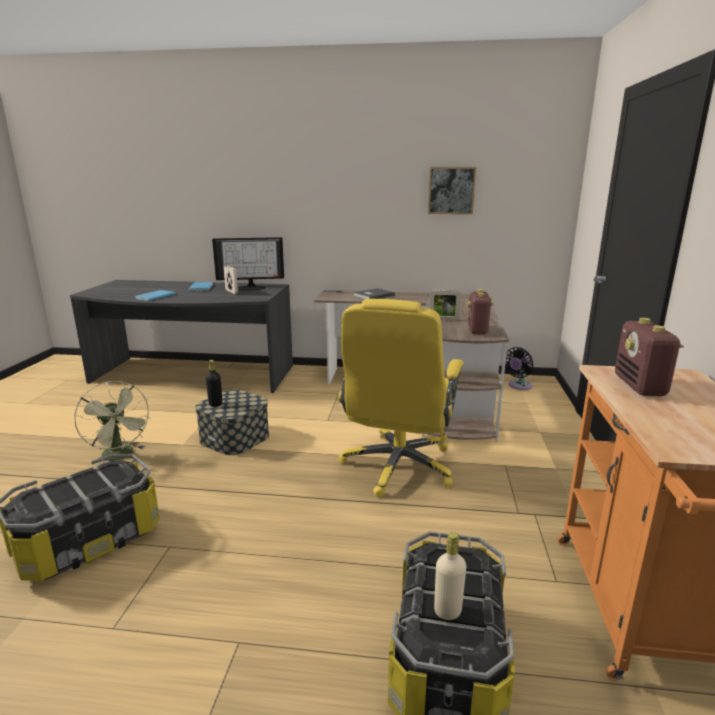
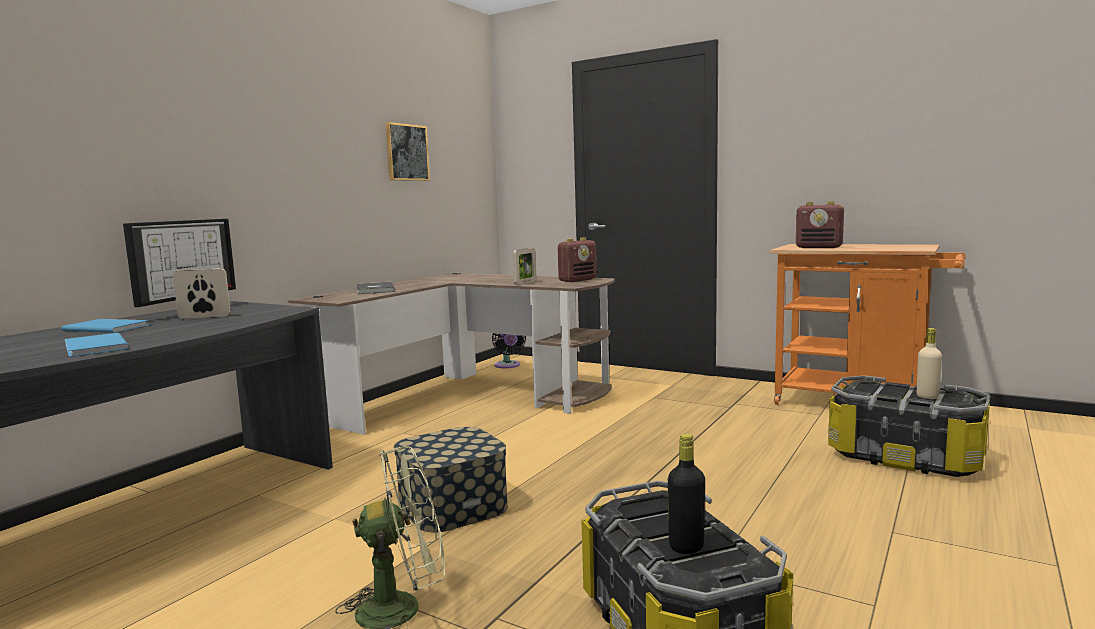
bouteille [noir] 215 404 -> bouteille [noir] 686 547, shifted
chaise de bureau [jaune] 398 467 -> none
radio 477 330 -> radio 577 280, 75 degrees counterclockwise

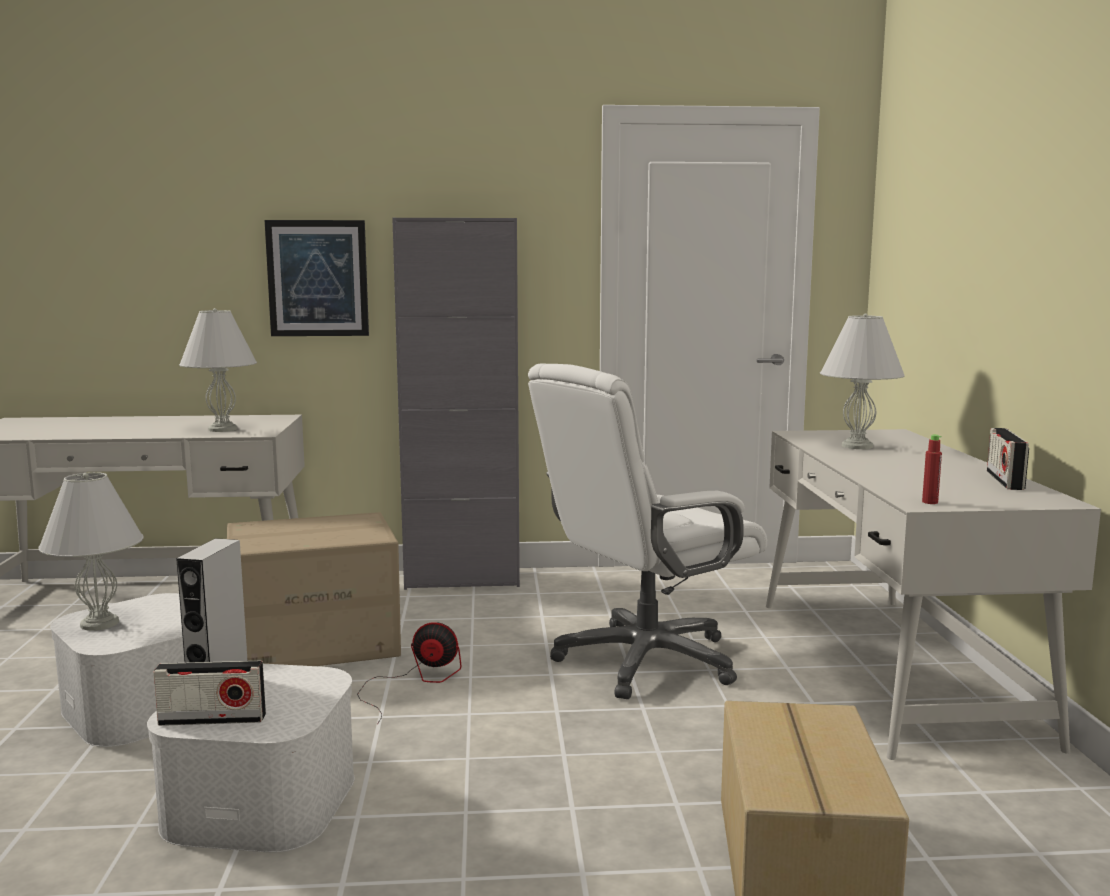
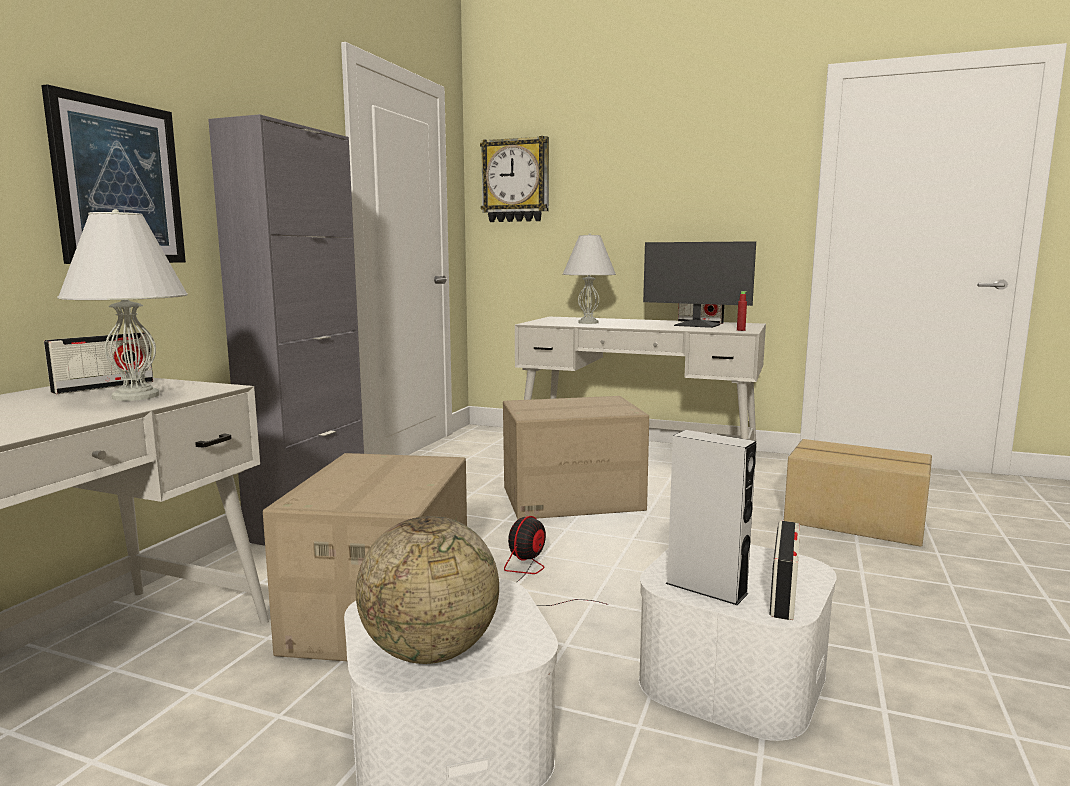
lampe de table [blanc] 98 623 -> globe 430 652
chaise de bureau [blanc] 645 661 -> carton 572 499
none -> radio 104 387
none -> horloge murale 516 180
none -> écran d'ordinateur 697 325

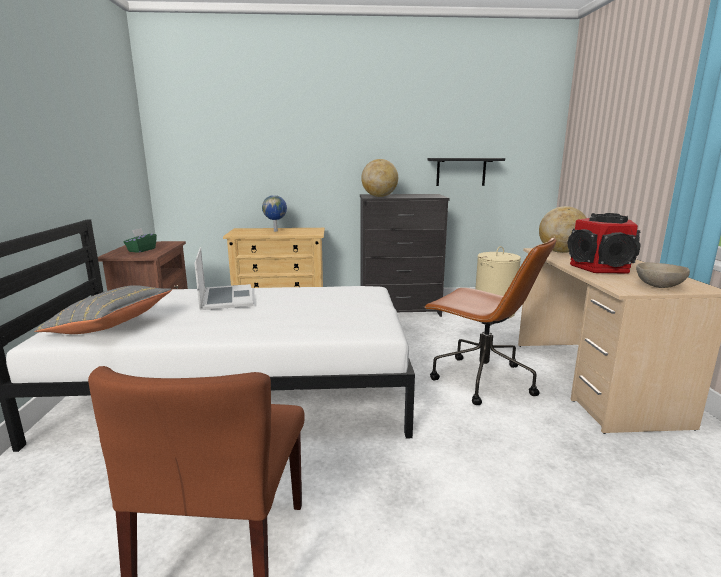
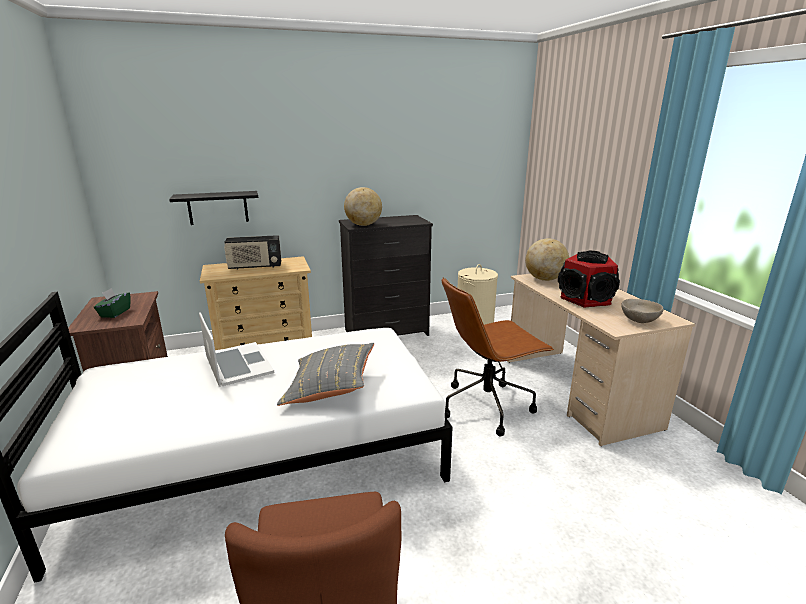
coussin [gris] 110 327 -> coussin [gris] 330 388, shifted
globe 276 231 -> radio 255 266
chaise de bureau [marron] 481 380 -> chaise de bureau [marron] 487 406, 135 degrees clockwise
étagère [noir] 461 172 -> étagère [noir] 218 208, shifted

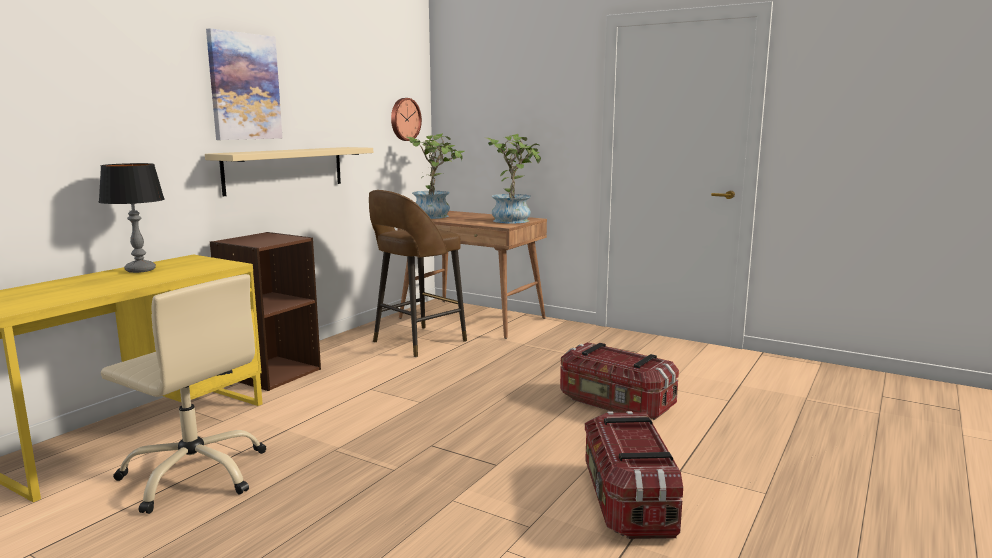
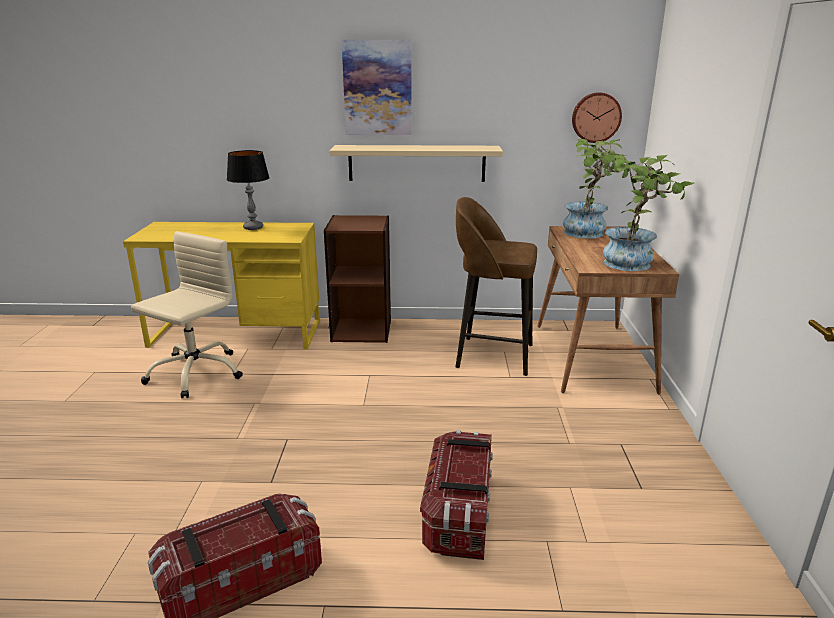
chaise de bureau [beige] 195 474 -> chaise de bureau [beige] 195 373, 150 degrees counterclockwise

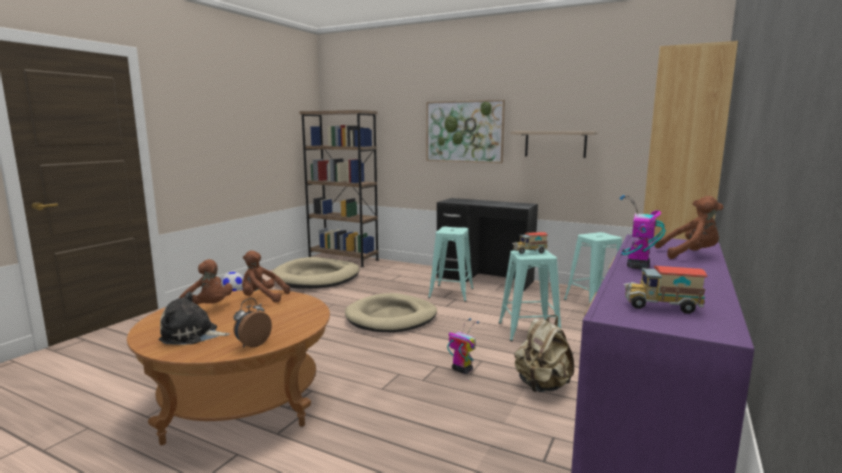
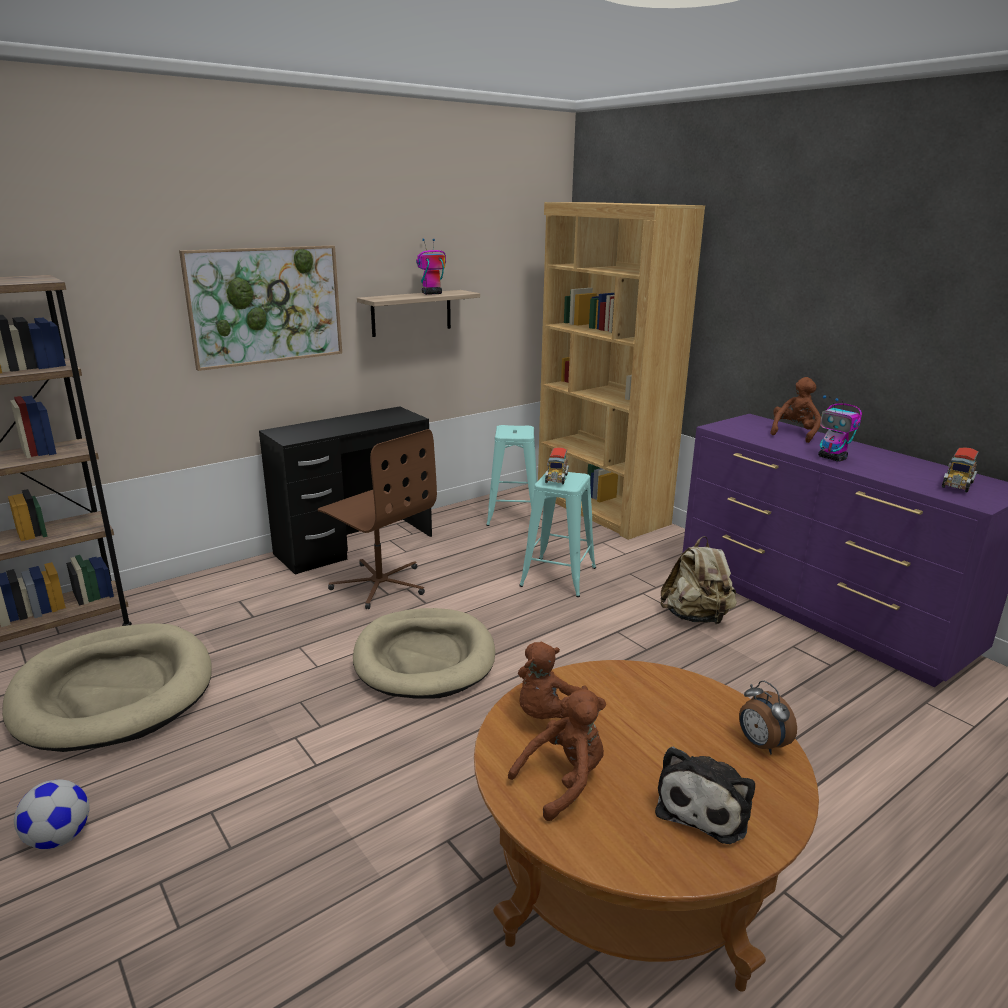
tabouret [turquoise] 451 293 -> chaise de bureau [marron] 380 584
robot jouet 461 369 -> robot jouet 431 294, shifted

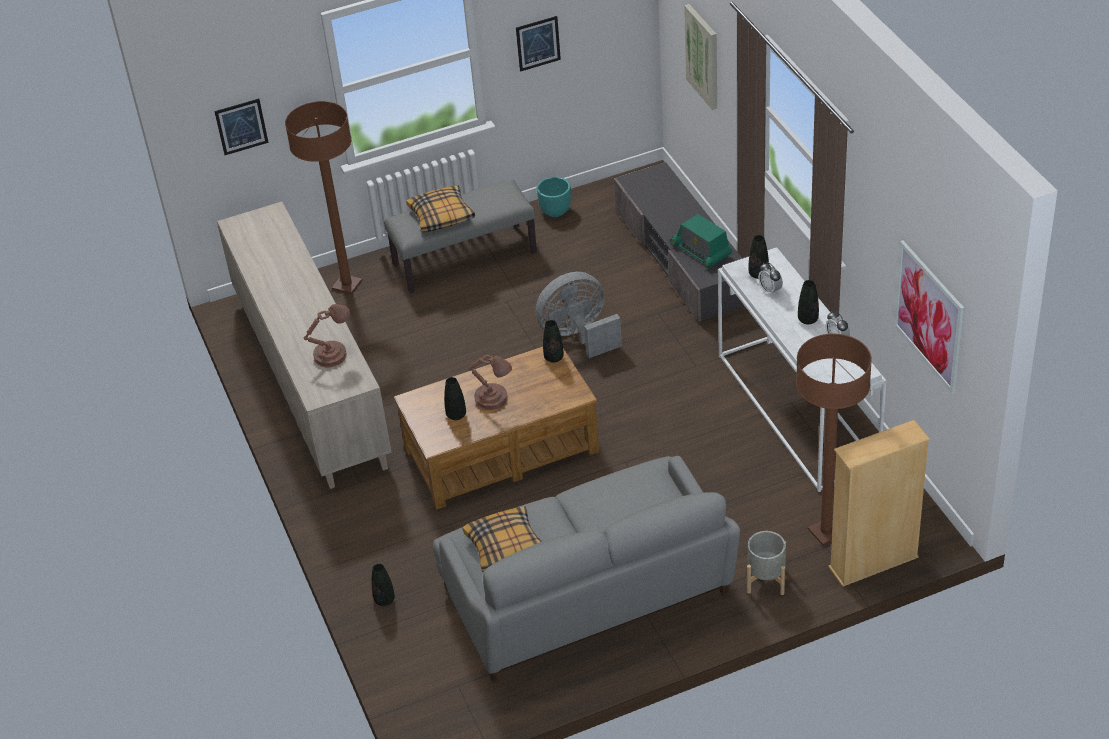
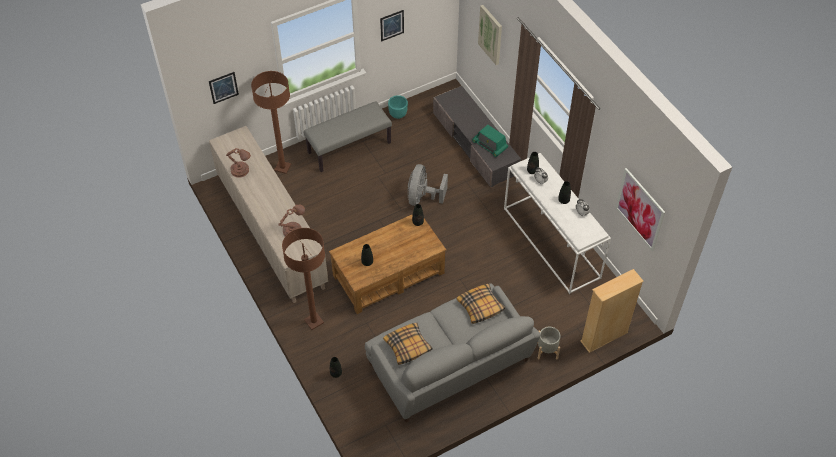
coussin 441 216 -> coussin 480 307, shifted
lampe de table [marron] 493 399 -> lampe de table [marron] 241 171, shifted
ventilateur [gris] 578 335 -> ventilateur [gris] 422 197, 45 degrees counterclockwise
lampadaire [marron] 826 532 -> lampadaire [marron] 314 321, shifted

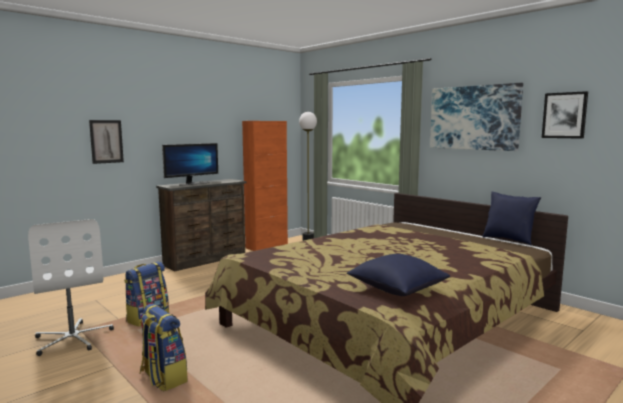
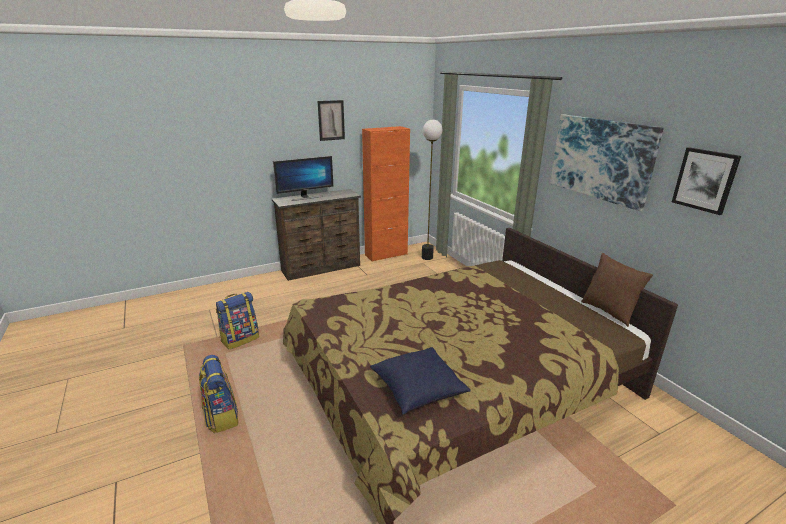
chaise de bureau [blanc] 73 338 -> none
tableau 106 141 -> tableau 331 120, shifted
coussin [bleu] 508 240 -> coussin [marron] 608 311

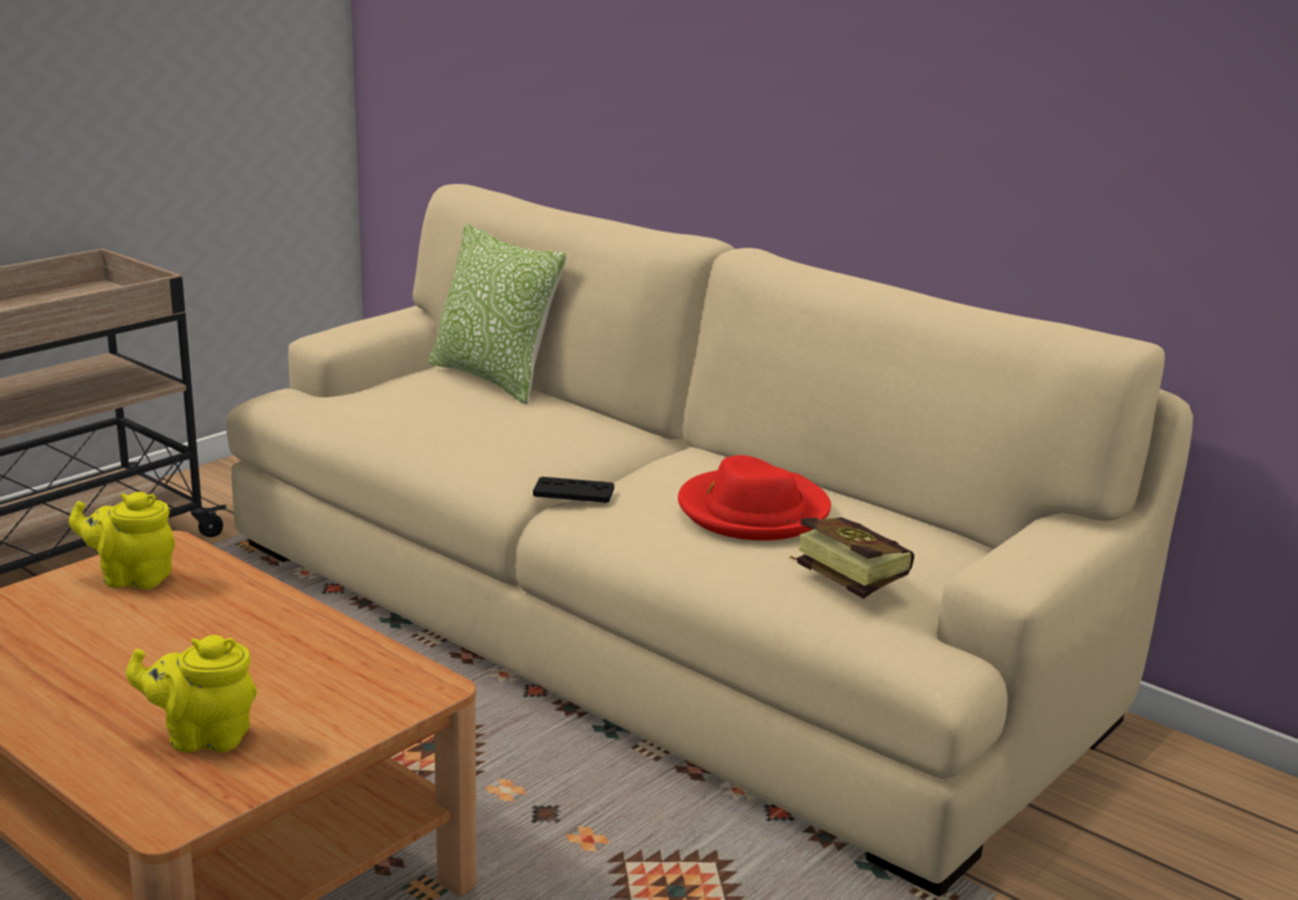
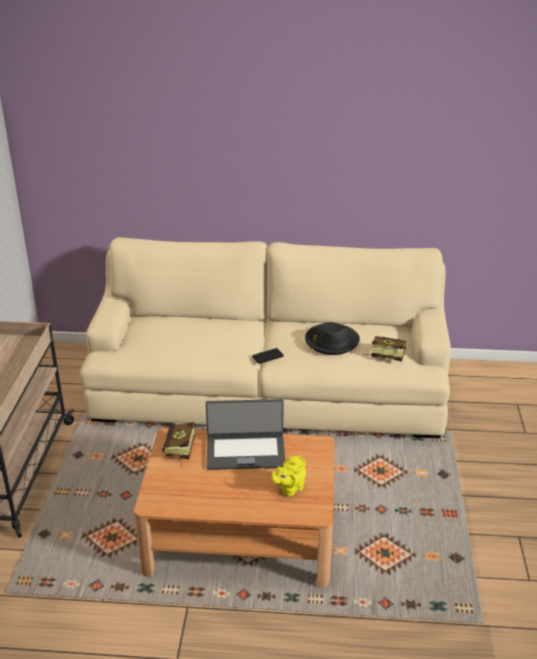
théière [jaune] 132 578 -> livre 179 452
coussin 493 379 -> none
chapeau [rouge] 753 511 -> chapeau [noir] 331 341
none -> ordinateur portable 245 452

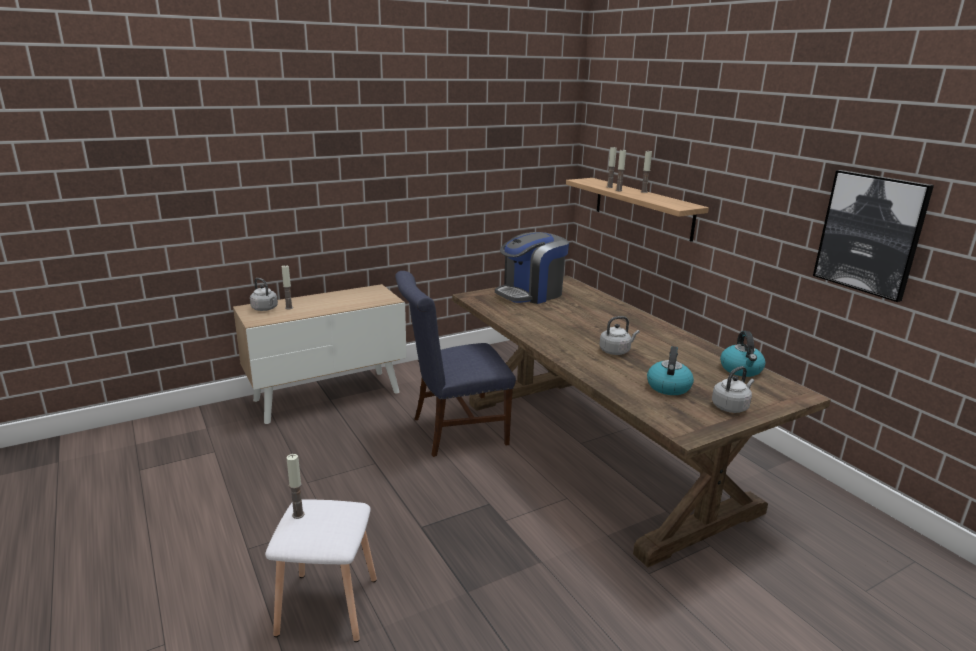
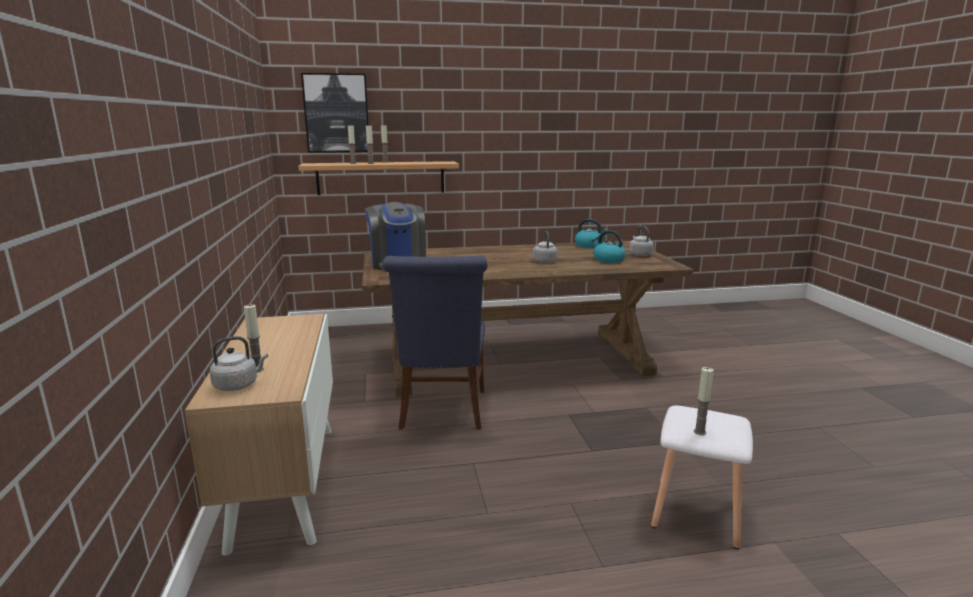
tableau 870 233 -> tableau 336 113, shifted

